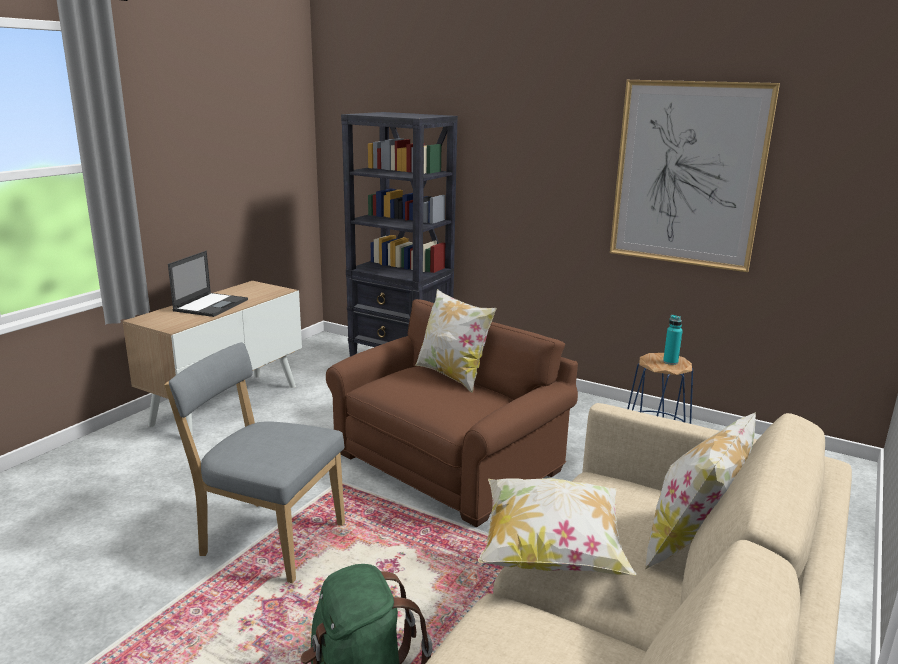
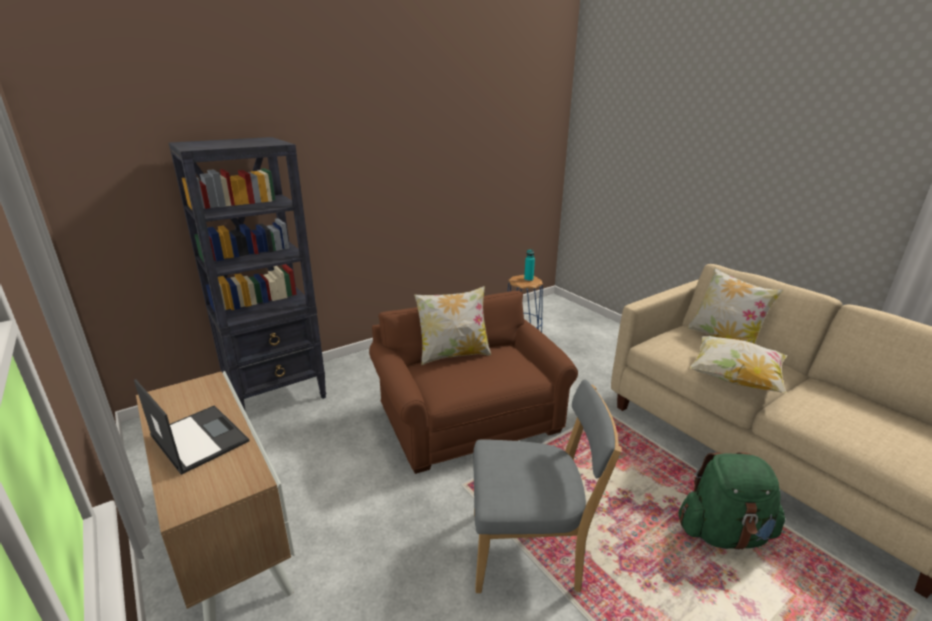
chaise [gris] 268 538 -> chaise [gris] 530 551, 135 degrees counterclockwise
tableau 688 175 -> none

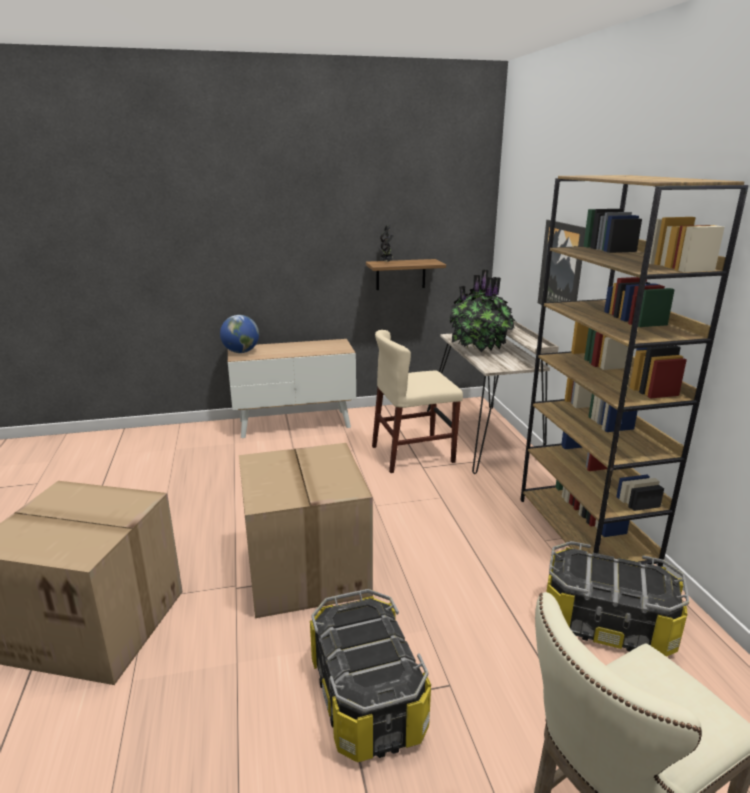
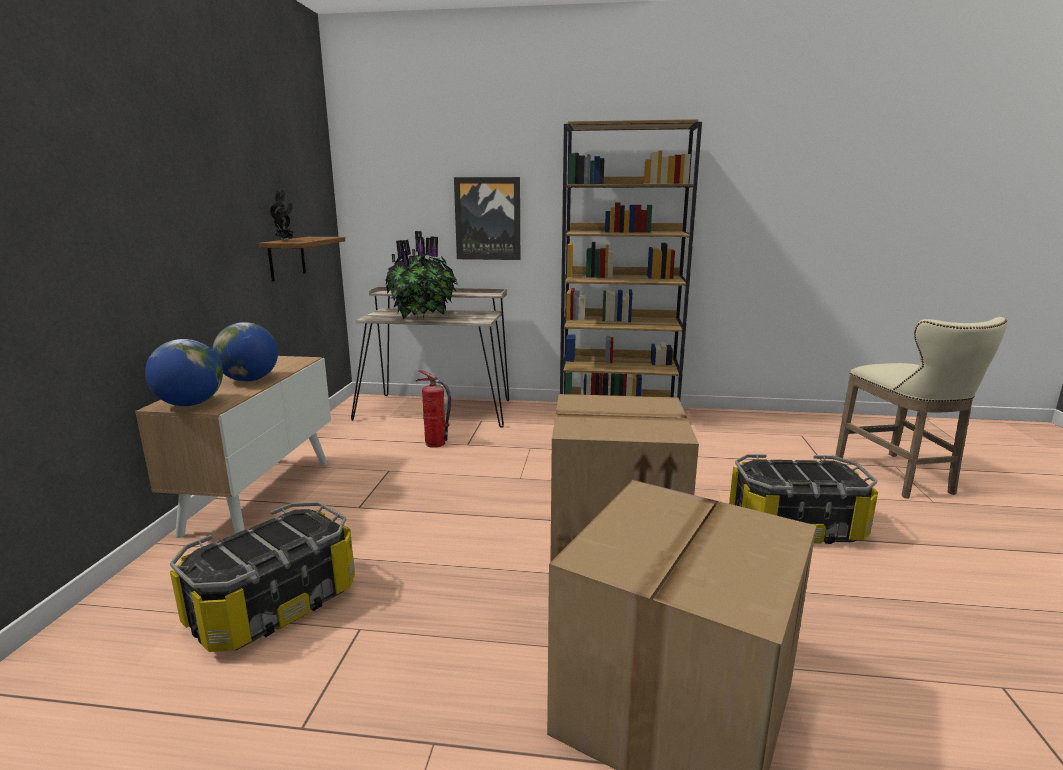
chaise [beige] 413 454 -> extincteur 435 444
boîte de rangement 606 624 -> boîte de rangement 274 606, shifted
none -> globe 250 380

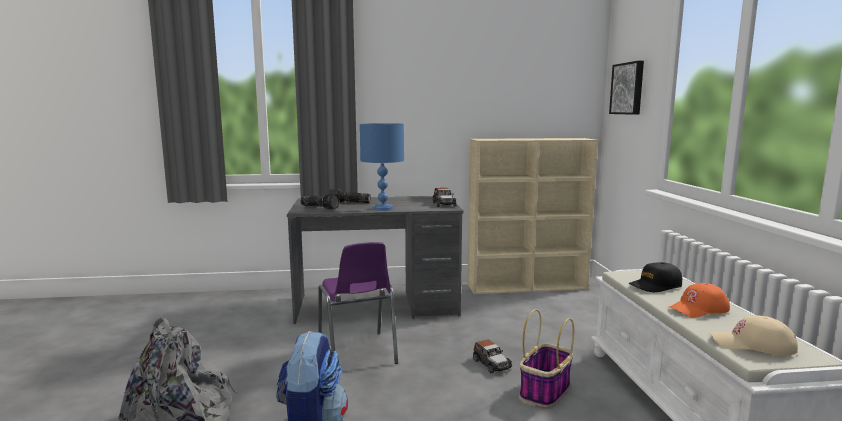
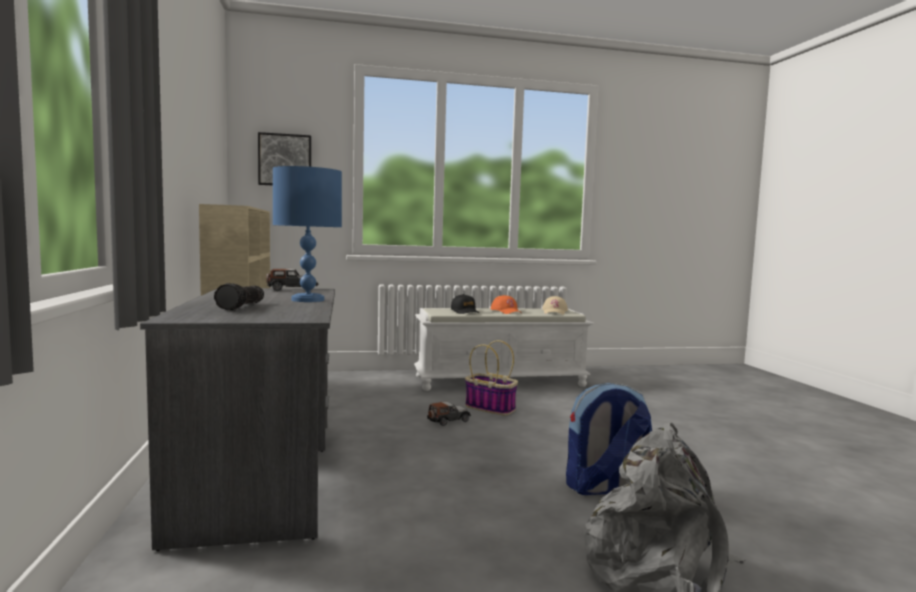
lampe de poche 320 207 -> none
chaise [violet] 357 354 -> none

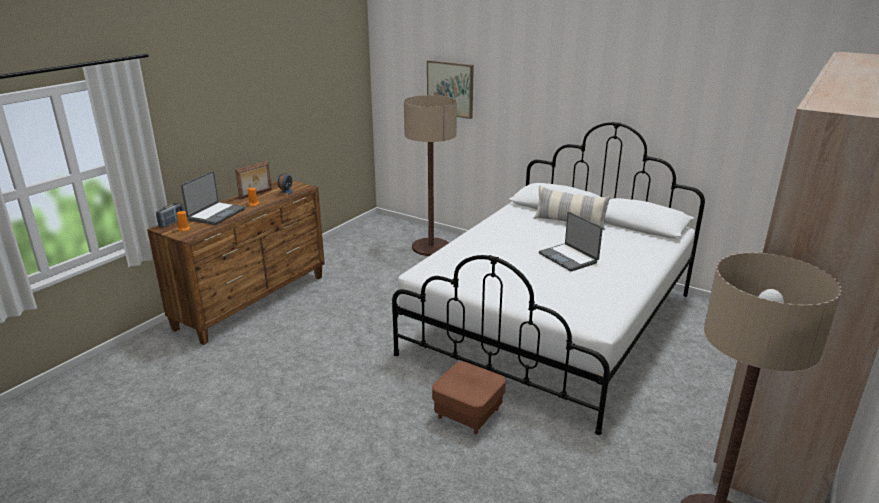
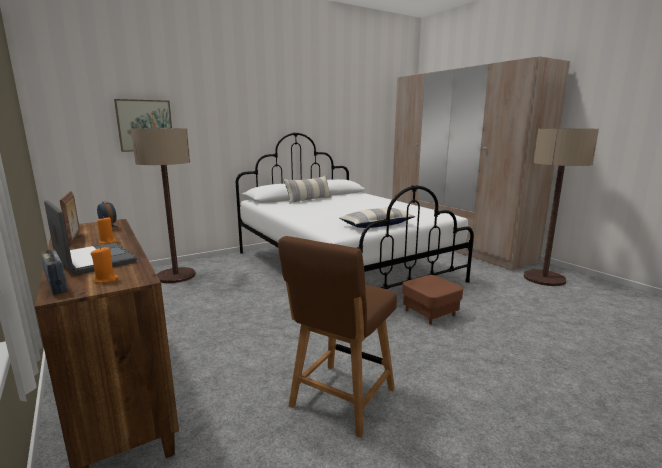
ordinateur portable 569 258 -> none
none -> chaise [marron] 340 400
none -> coussin 376 225

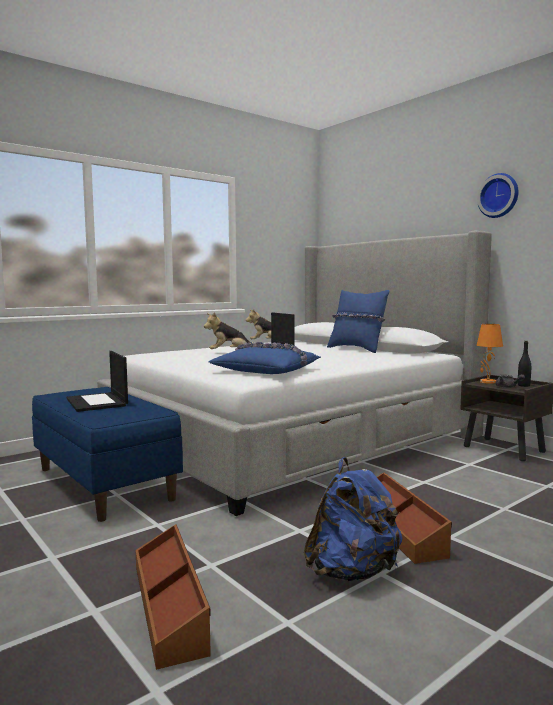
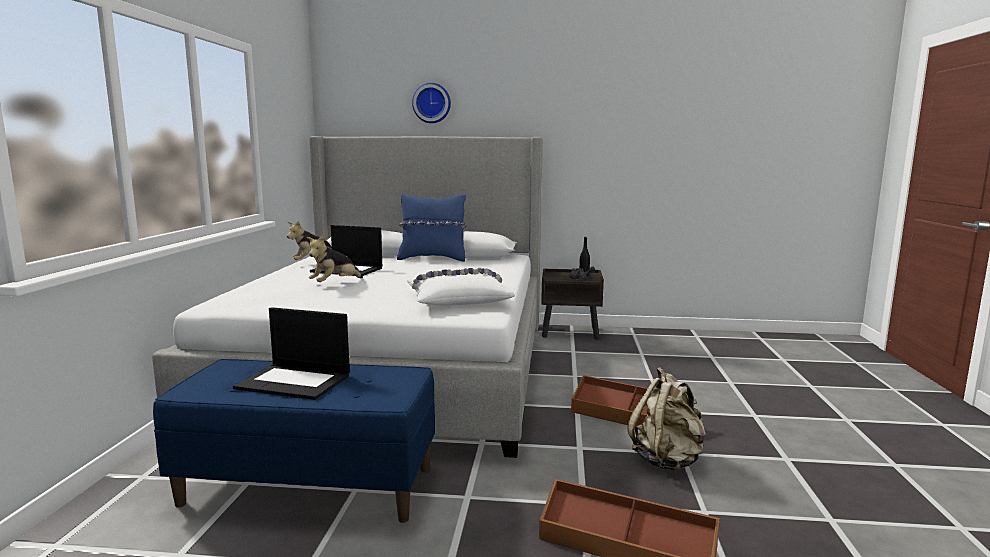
coussin [bleu] 267 370 -> coussin [blanc] 457 299
sac à dos [bleu] 352 572 -> sac à dos [beige] 667 460
horloge murale 499 196 -> horloge murale 432 103, shifted
lampe de table [orange] 487 382 -> none

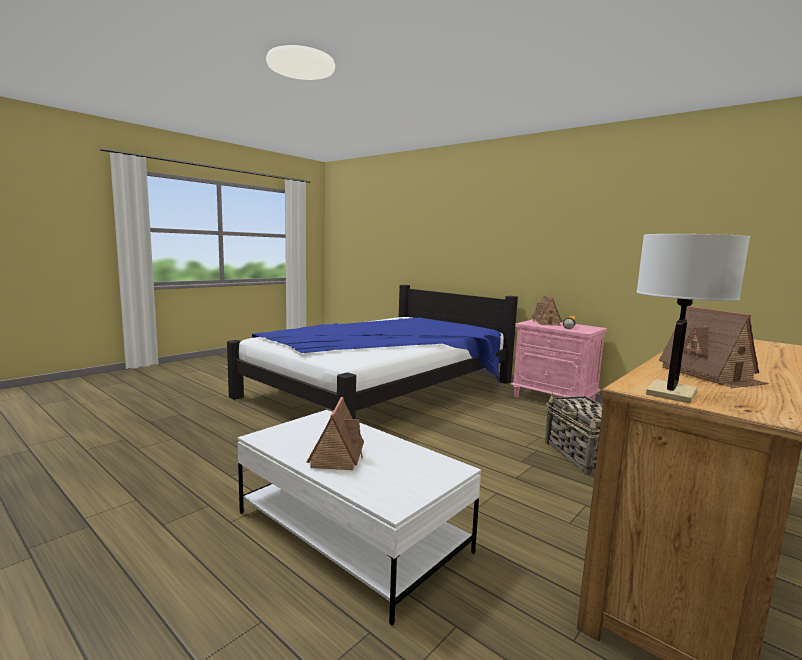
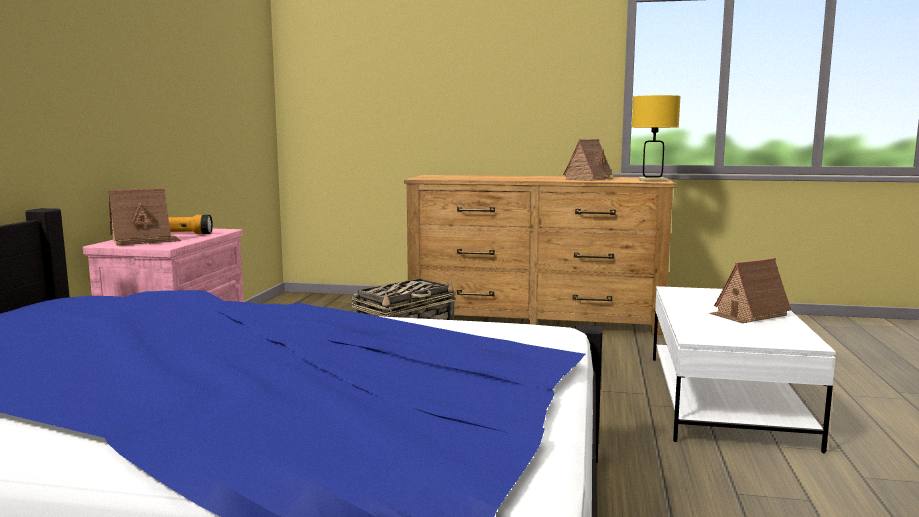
lampe de table [blanc] 671 393 -> lampe de table [jaune] 652 180

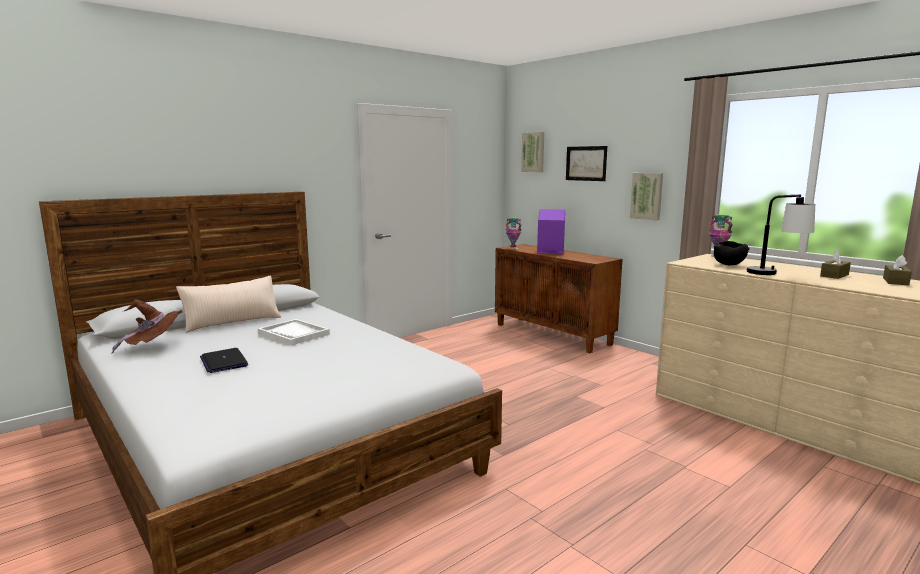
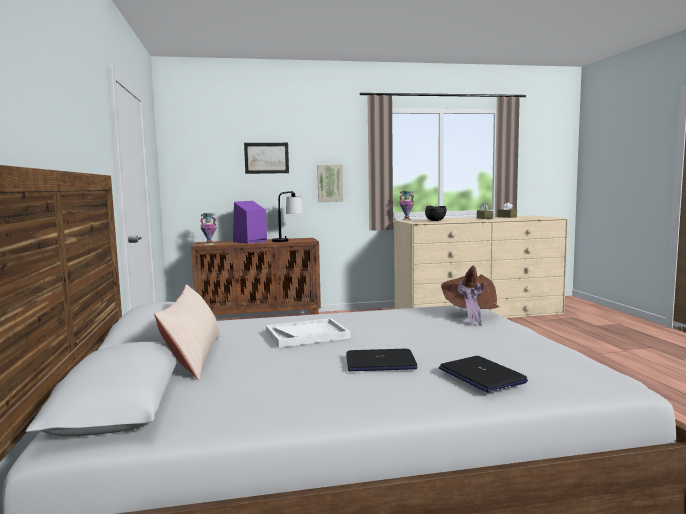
chapeau [marron] 155 347 -> chapeau [marron] 470 315, shifted
tableau 533 152 -> none
lampe de table 776 273 -> lampe de table 287 240, shifted
none -> ordinateur portable 481 375

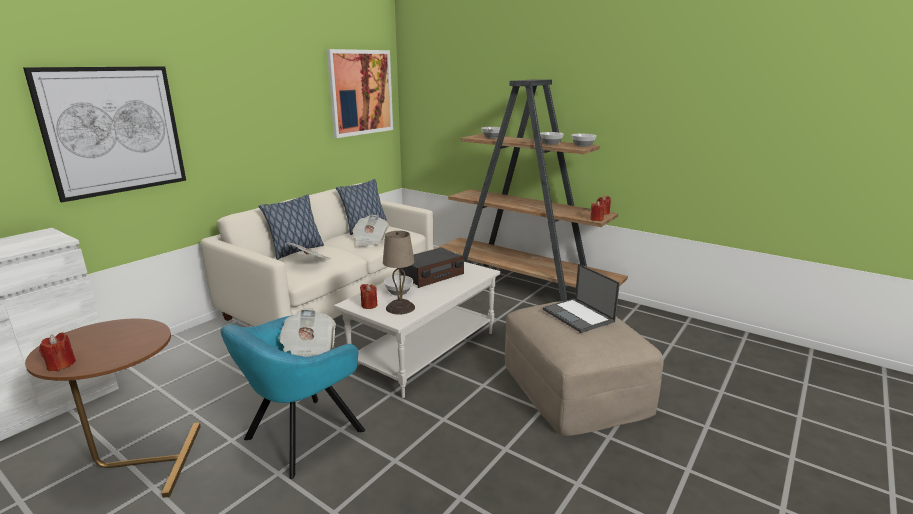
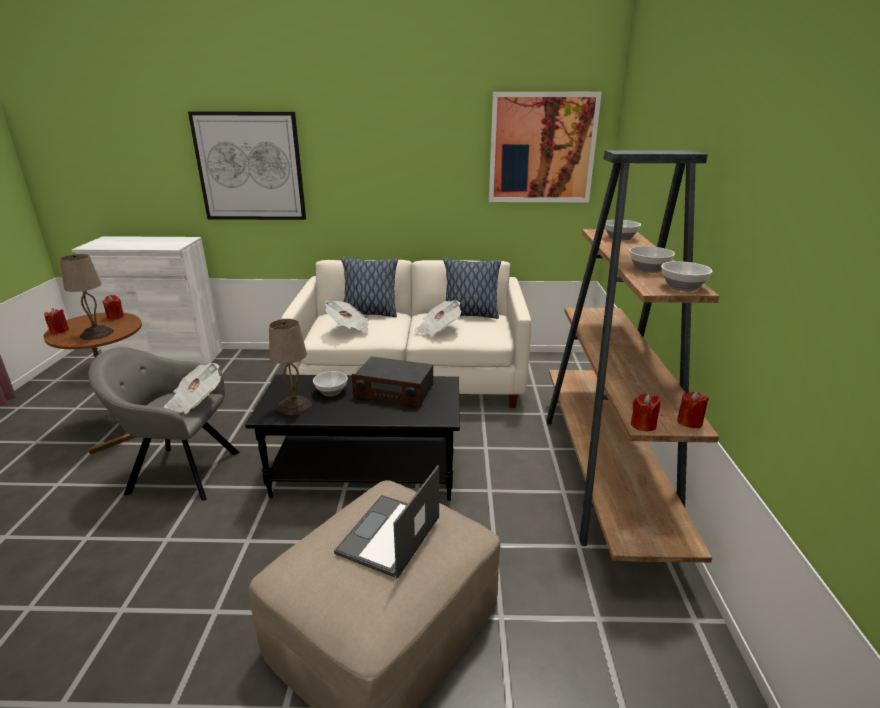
fauteuil [turquoise] 300 437 -> fauteuil [gris] 179 472
table basse [blanc] 424 351 -> table basse [noir] 366 471
bougie [rouge] 369 305 -> bougie [rouge] 115 317, shifted
none -> lampe de table [beige] 96 334

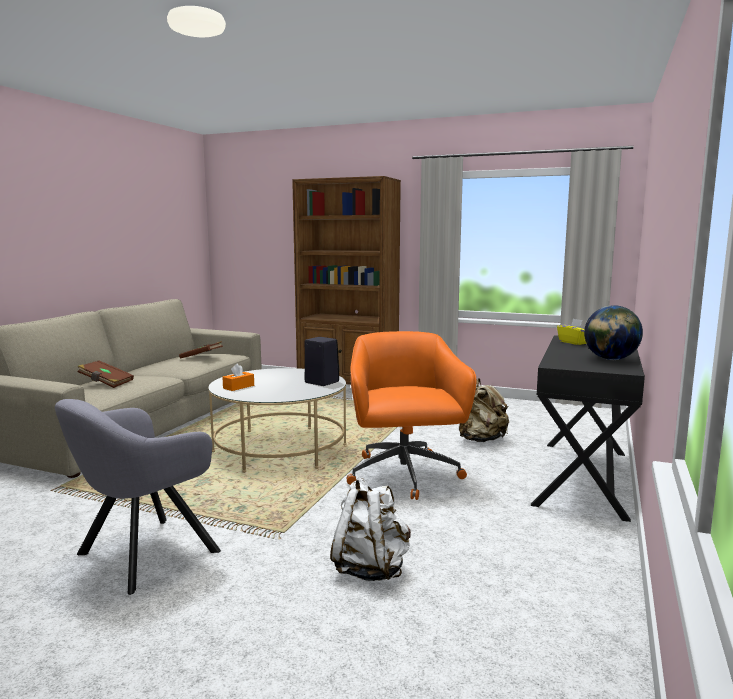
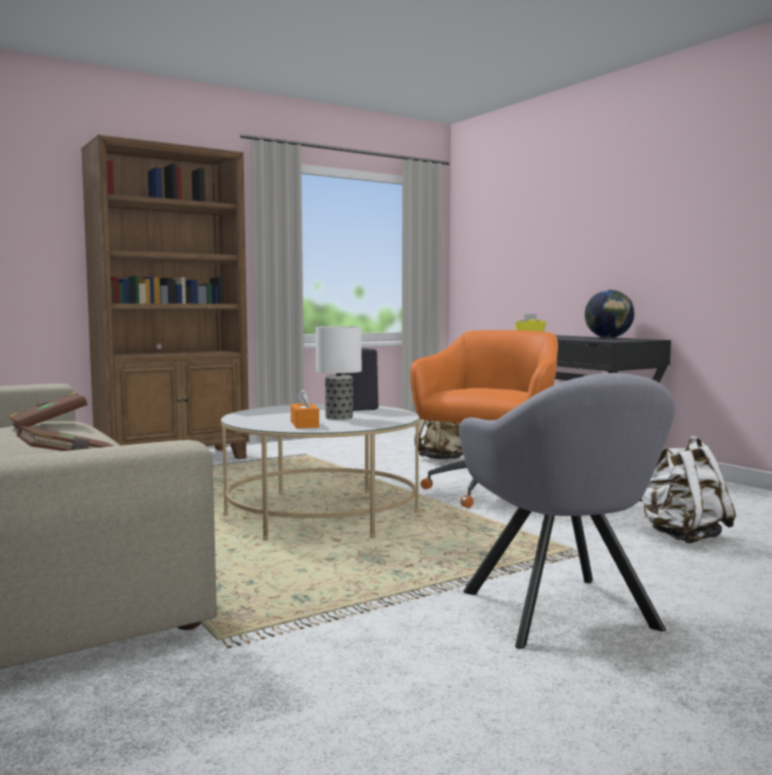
chaise de bureau [orange] 404 476 -> chaise de bureau [orange] 490 493, 90 degrees clockwise
none -> lampe de table 338 418

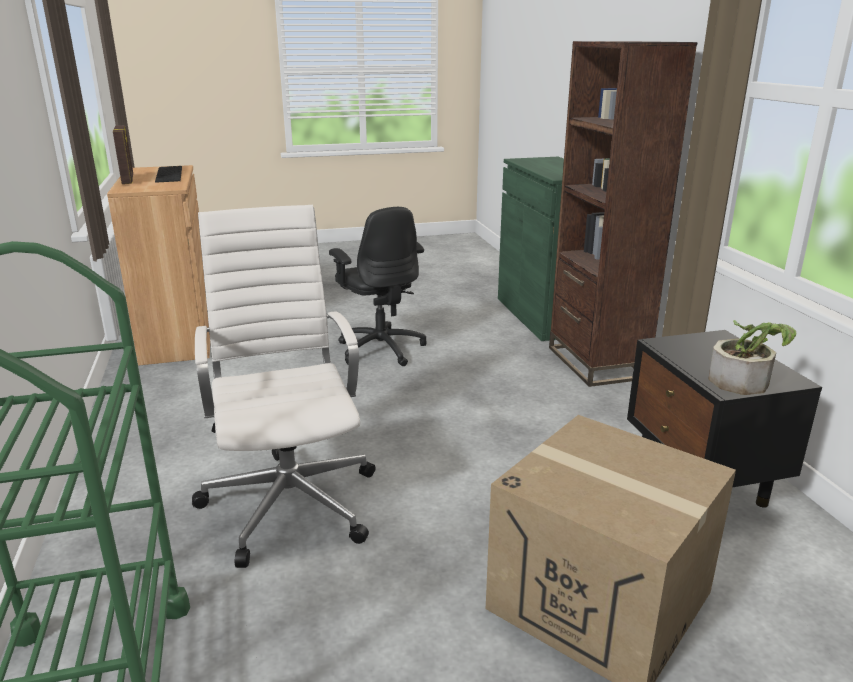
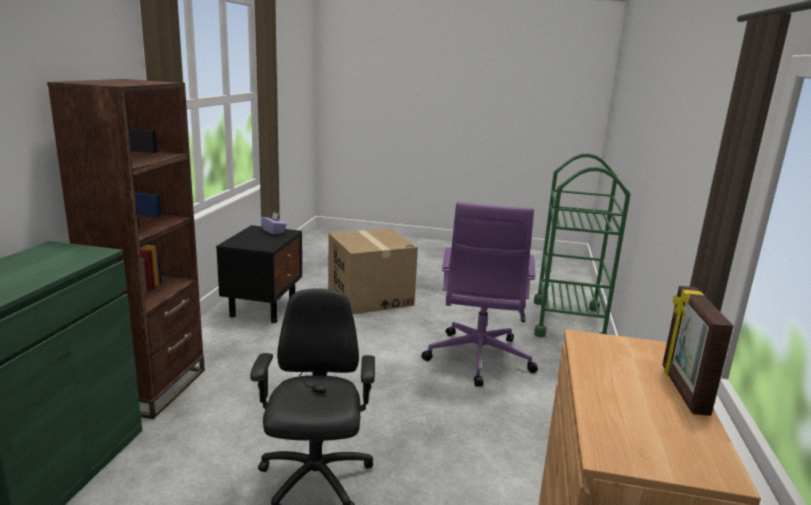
clavier 169 174 -> none
chaise de bureau [blanc] 291 501 -> chaise de bureau [violet] 478 359
plante en pot 745 380 -> boîte à mouchoirs [violet] 274 231

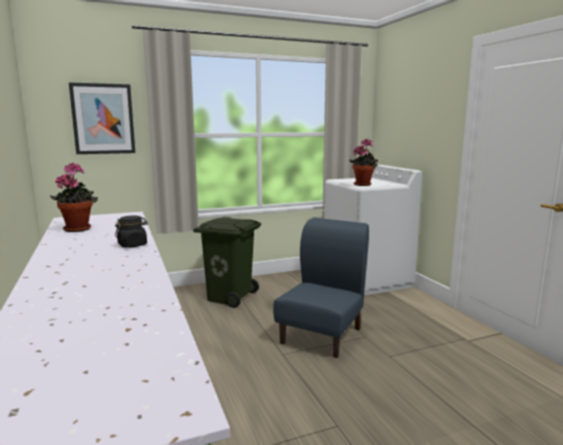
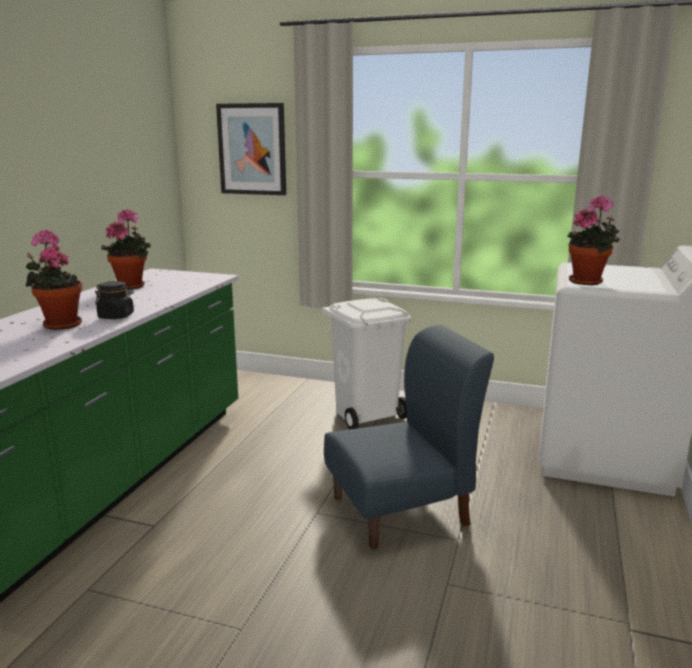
poubelle [vert] 229 296 -> poubelle [blanc] 367 414
none -> plante en pot 60 324

